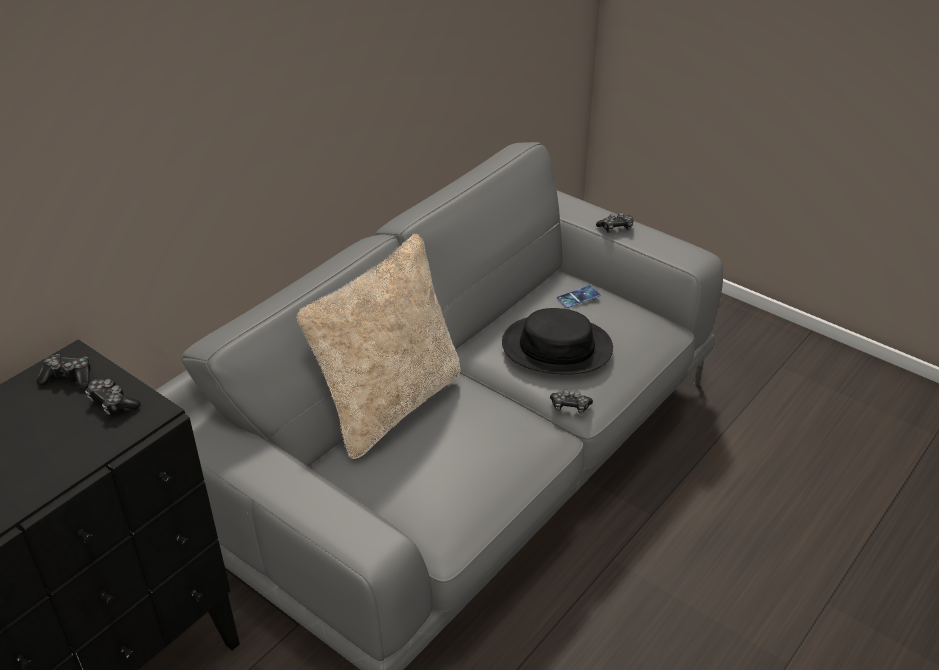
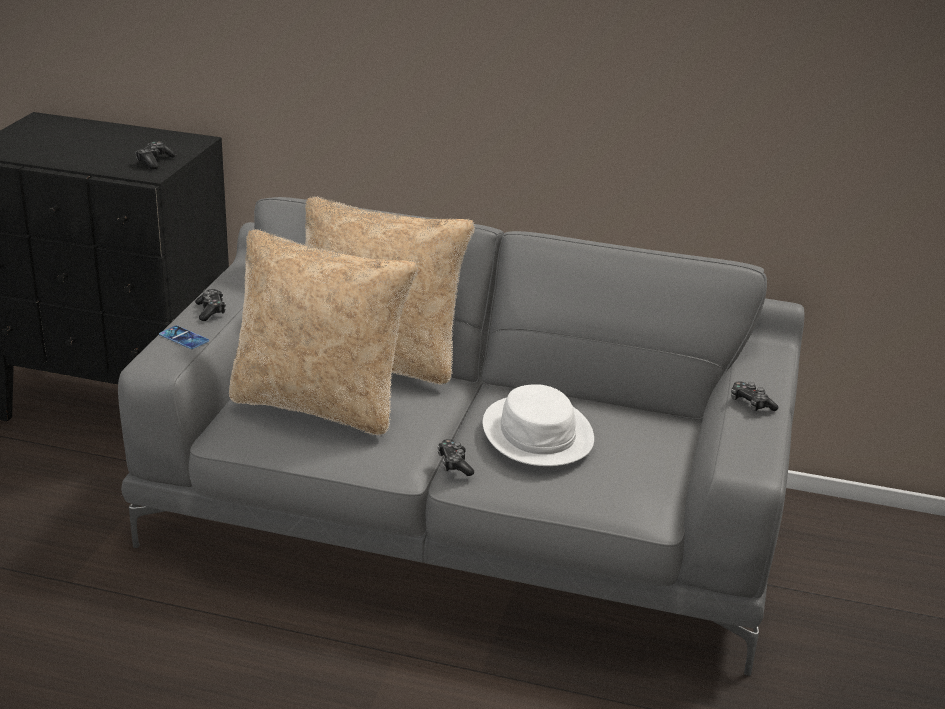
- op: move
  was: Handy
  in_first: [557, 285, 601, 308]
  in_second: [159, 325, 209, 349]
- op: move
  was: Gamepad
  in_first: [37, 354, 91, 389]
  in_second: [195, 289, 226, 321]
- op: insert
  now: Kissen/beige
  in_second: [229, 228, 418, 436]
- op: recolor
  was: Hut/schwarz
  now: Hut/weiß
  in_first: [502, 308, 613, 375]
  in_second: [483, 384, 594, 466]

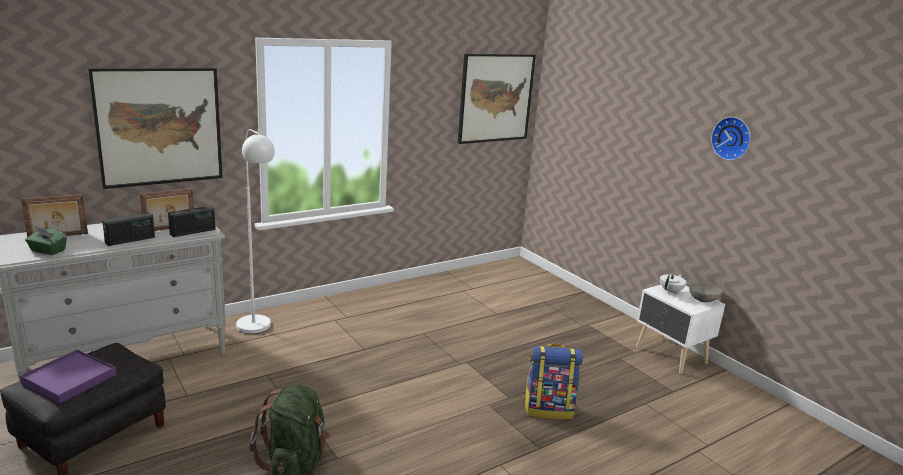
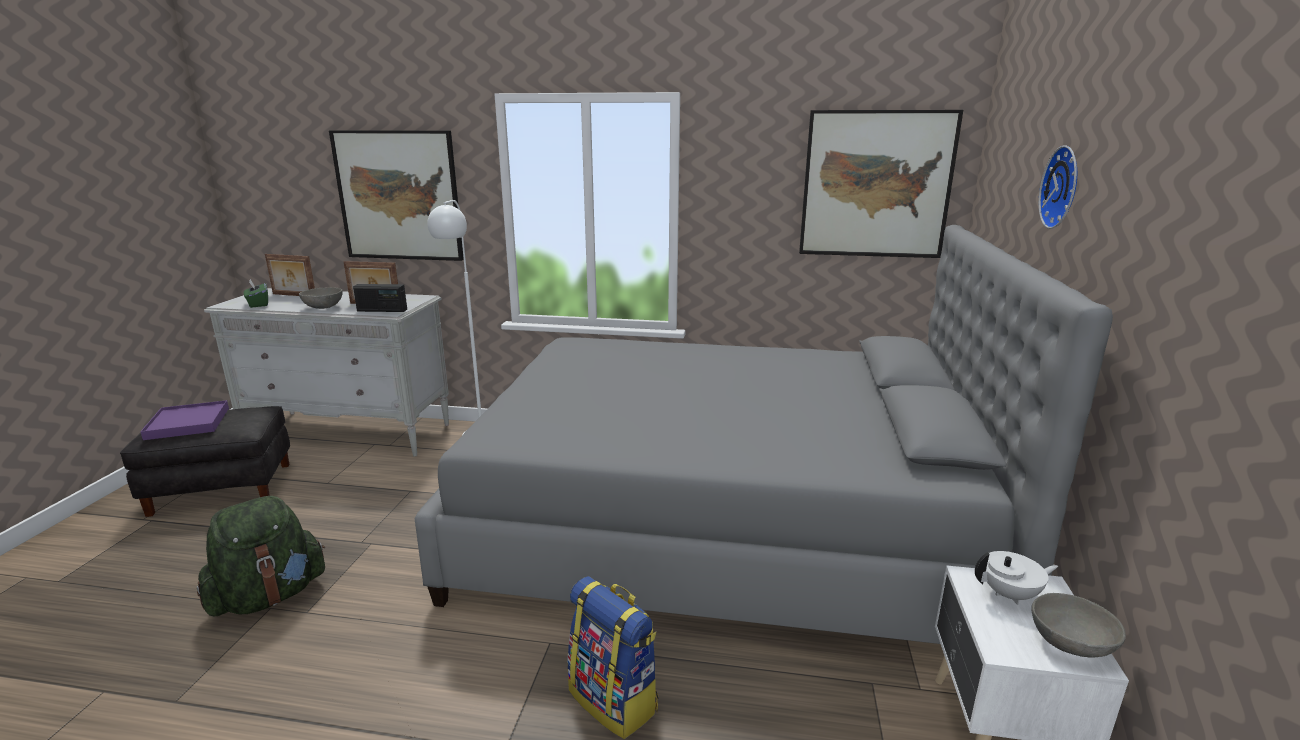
- op: replace
  was: Radio
  now: Schüssel/grau
  in_first: [102, 213, 155, 246]
  in_second: [299, 287, 343, 309]
- op: insert
  now: Bett/grau
  in_second: [414, 225, 1113, 644]
- op: move
  was: Wanduhr
  in_first: [711, 117, 751, 160]
  in_second: [1039, 145, 1077, 229]

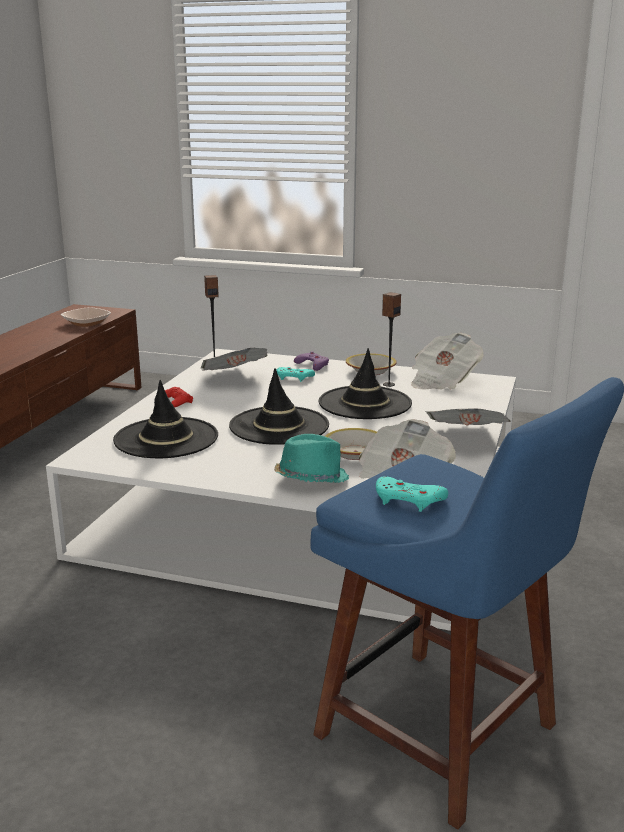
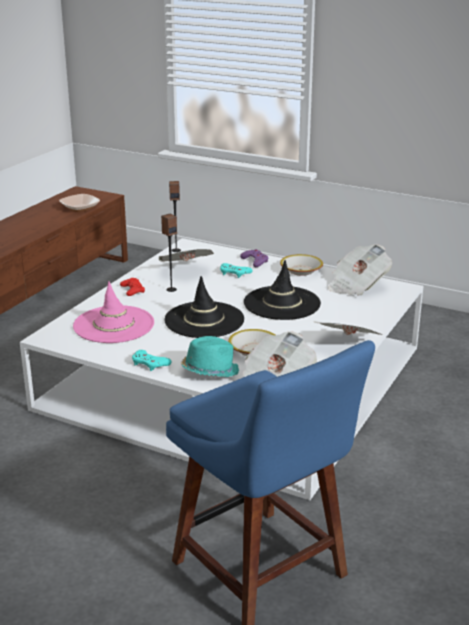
- op: recolor
  was: Hut/schwarz
  now: Hut/rosa
  in_first: [113, 380, 218, 458]
  in_second: [73, 281, 154, 343]
- op: move
  was: Gamepad/türkis
  in_first: [376, 477, 448, 512]
  in_second: [132, 350, 172, 371]
- op: move
  was: Lautsprecher
  in_first: [382, 292, 401, 387]
  in_second: [161, 214, 177, 292]

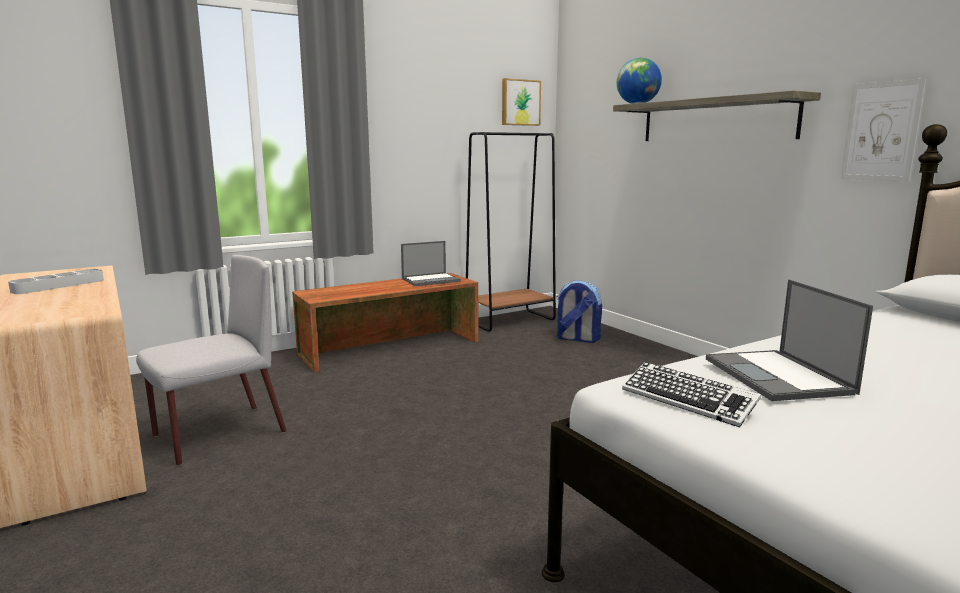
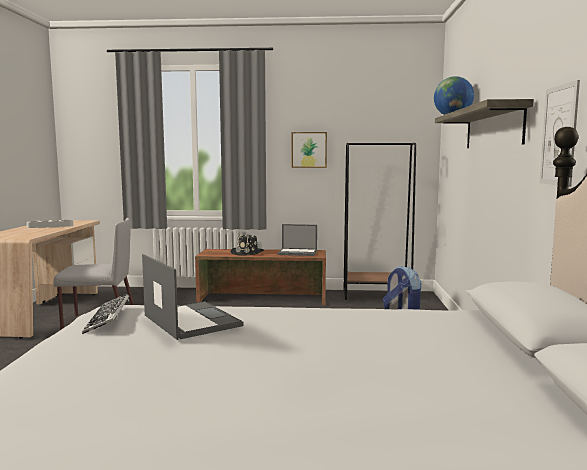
- op: rotate
  was: Laptop
  in_first: [706, 279, 873, 401]
  in_second: [142, 254, 243, 340]
  clockwise: 120
- op: insert
  now: Hut/schwarz
  in_second: [231, 233, 264, 256]
- op: move
  was: Bild
  in_first: [502, 78, 541, 126]
  in_second: [292, 132, 327, 168]

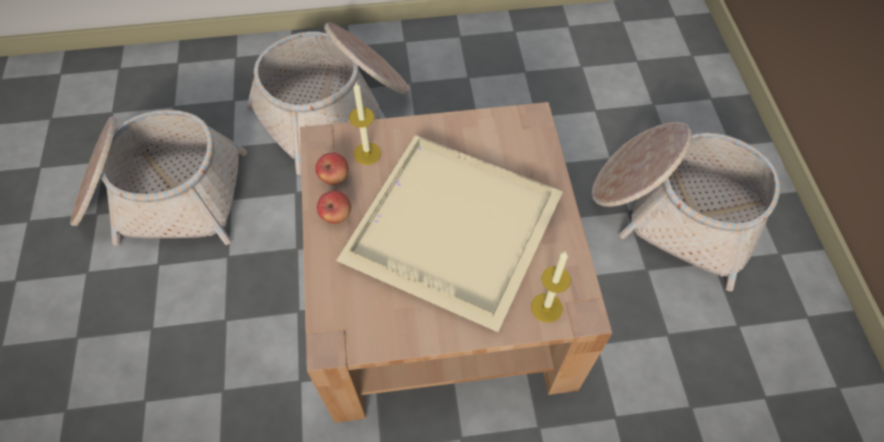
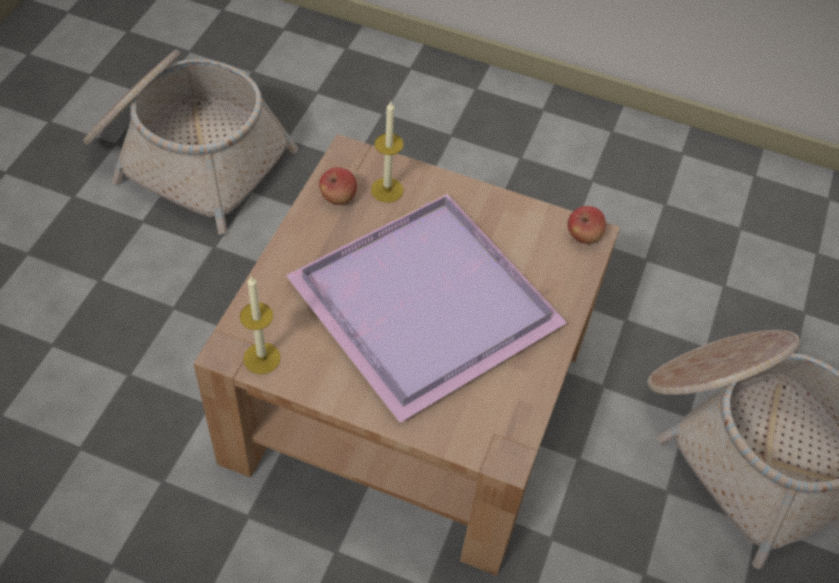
- op: move
  was: Kerze
  in_first: [531, 251, 571, 322]
  in_second: [240, 276, 281, 374]
- op: recolor
  was: Tablett/beige
  now: Tablett/lila
  in_first: [336, 135, 563, 332]
  in_second: [286, 193, 567, 423]
- op: move
  was: Apfel
  in_first: [317, 191, 351, 224]
  in_second: [567, 206, 606, 244]
- op: delete
  was: Korb
  in_first: [246, 23, 410, 175]

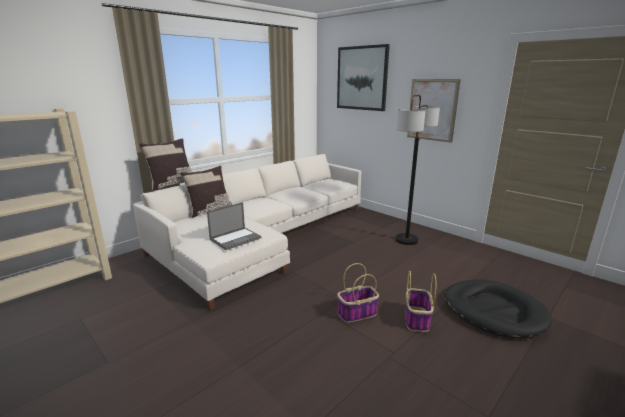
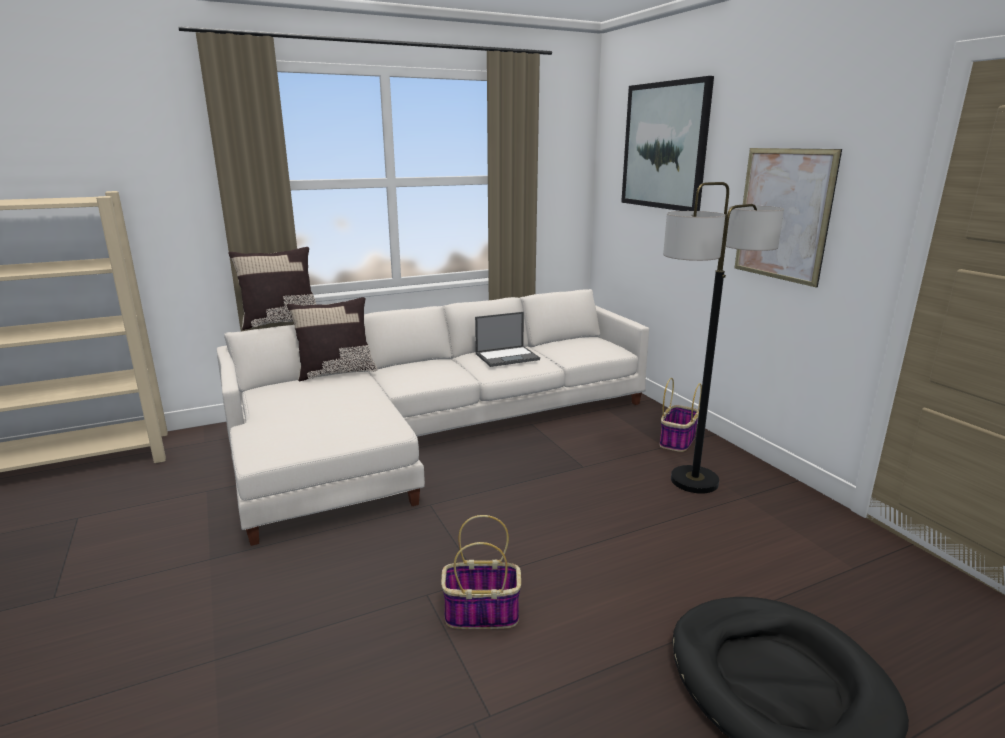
- op: move
  was: Laptop
  in_first: [207, 202, 262, 250]
  in_second: [475, 312, 540, 367]
- op: move
  was: Korb
  in_first: [405, 270, 436, 332]
  in_second: [660, 378, 702, 452]

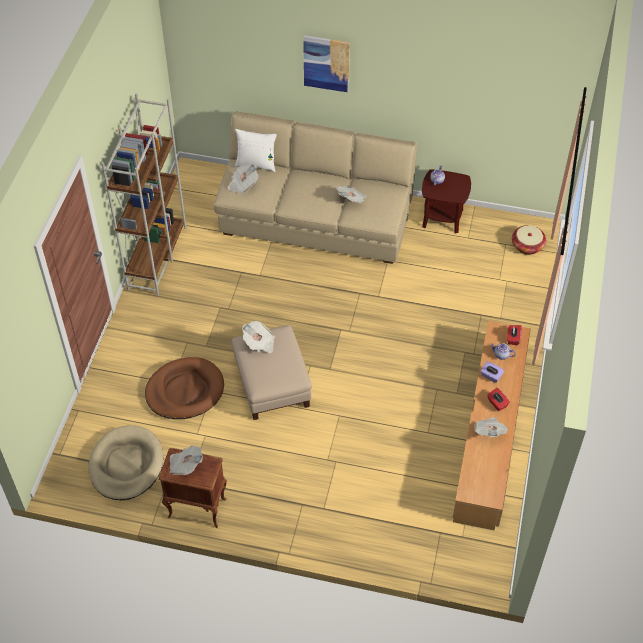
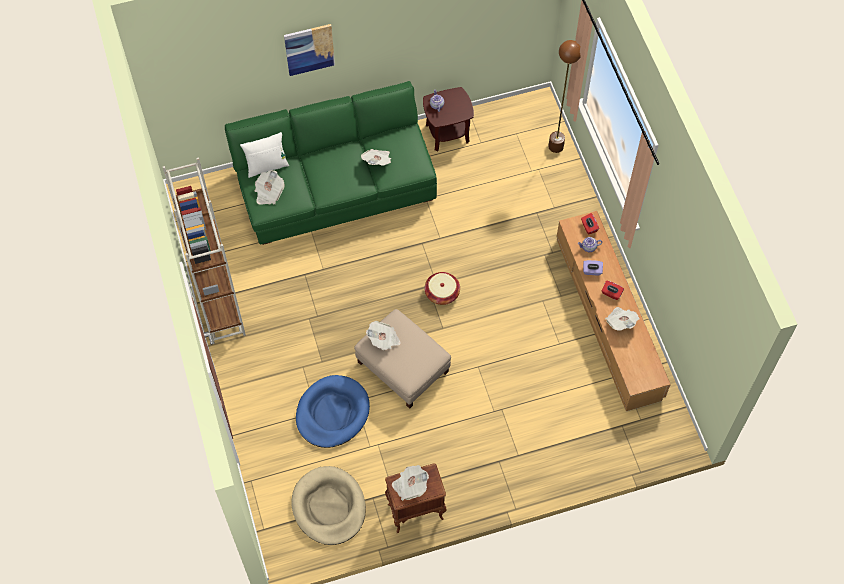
- op: recolor
  was: Sofa/beige
  now: Sofa/grün
  in_first: [214, 111, 417, 264]
  in_second: [225, 81, 437, 245]
- op: recolor
  was: Hundebett/braun
  now: Hundebett/blau
  in_first: [145, 357, 224, 419]
  in_second: [296, 375, 370, 448]
- op: move
  was: Korb
  in_first: [512, 225, 546, 255]
  in_second: [424, 272, 460, 305]
- op: insert
  now: Stehlampe/braun
  in_second: [548, 40, 581, 153]

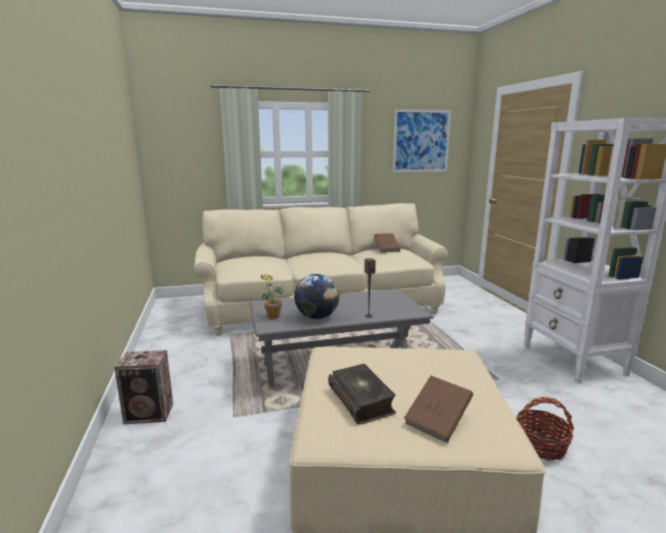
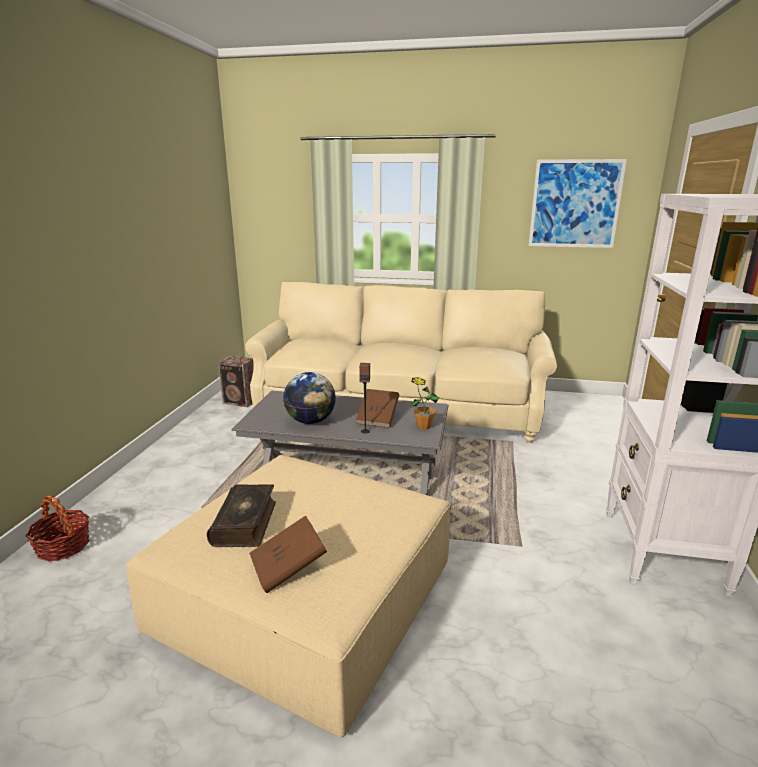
- op: move
  was: Korb
  in_first: [516, 397, 574, 461]
  in_second: [25, 496, 90, 562]
- op: move
  was: Lautsprecher
  in_first: [114, 350, 173, 424]
  in_second: [218, 356, 254, 407]
- op: move
  was: Buch/braun
  in_first: [374, 233, 400, 252]
  in_second: [356, 389, 399, 428]
- op: move
  was: Topfpflanze
  in_first: [261, 275, 283, 319]
  in_second: [410, 377, 440, 430]

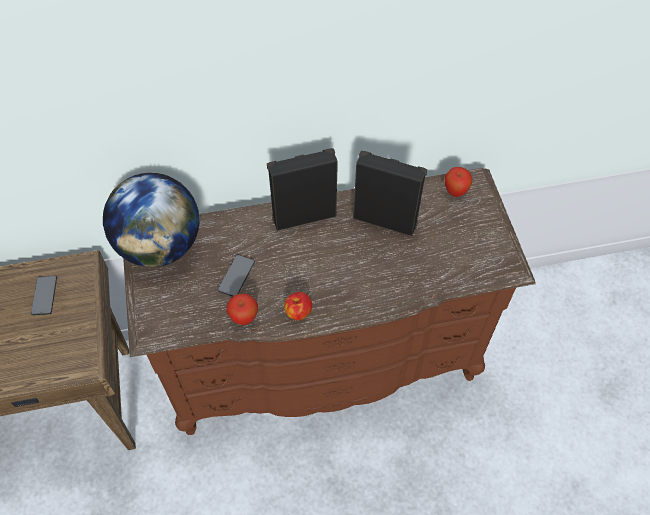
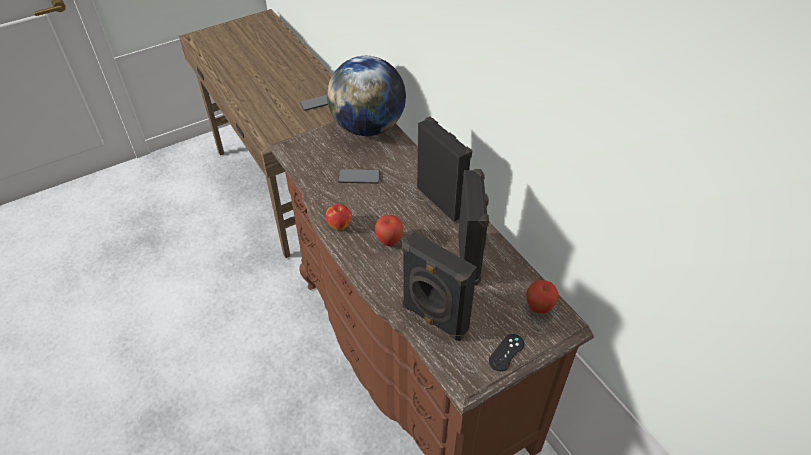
- op: move
  was: Apfel
  in_first: [227, 294, 258, 325]
  in_second: [375, 215, 404, 246]
- op: insert
  now: Lautsprecher/schwarz
  in_second: [402, 231, 477, 341]
- op: insert
  now: Gamepad/schwarz
  in_second: [489, 334, 524, 371]

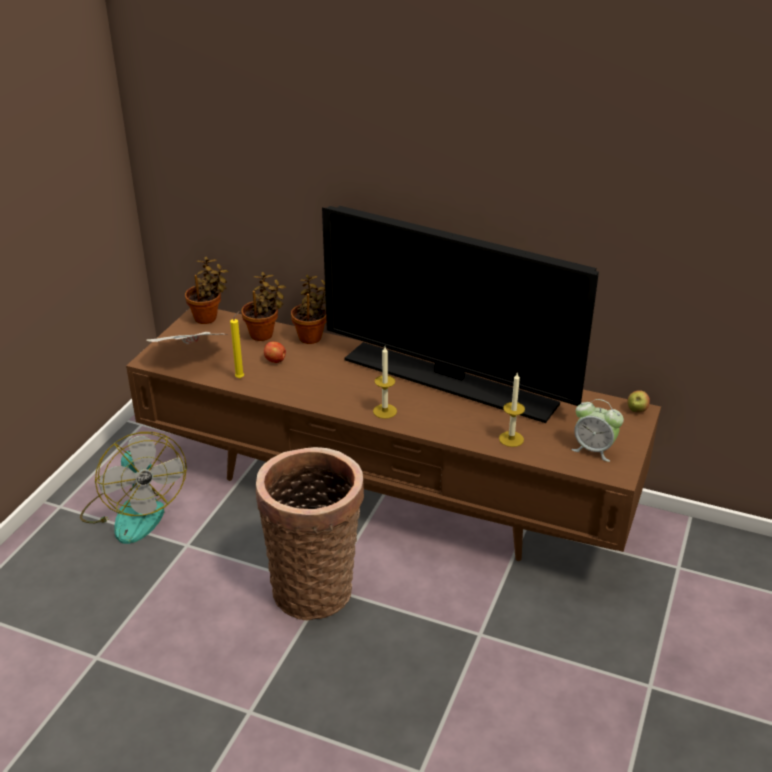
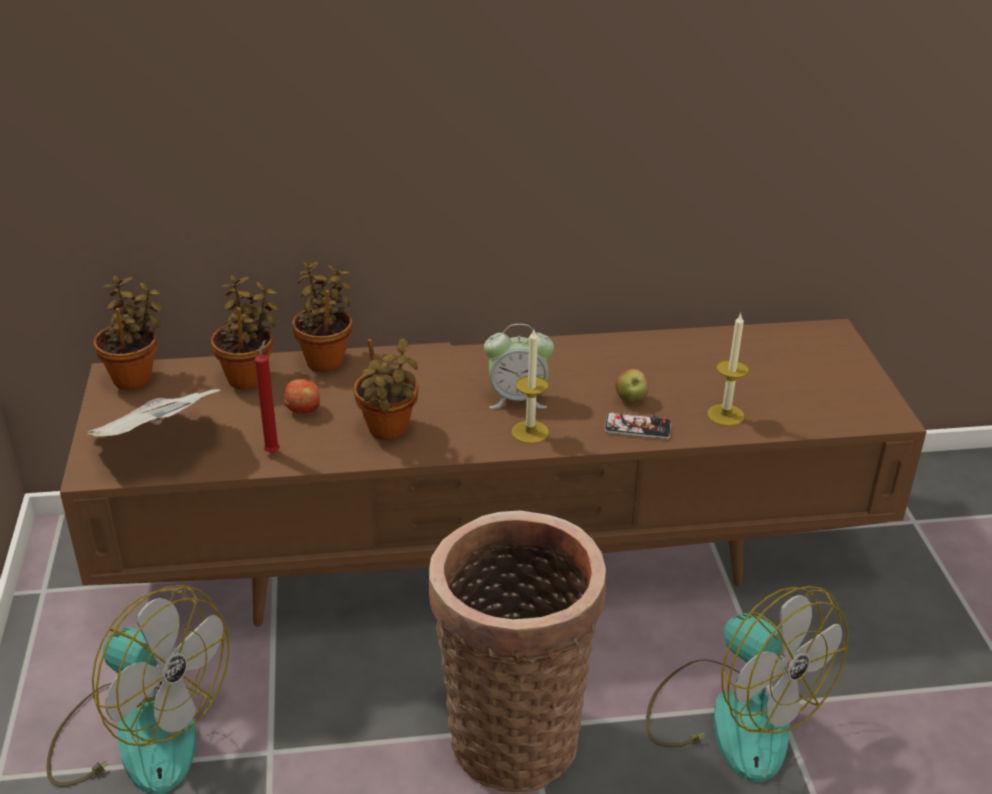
- op: recolor
  was: Kerze/gelb
  now: Kerze/rot
  in_first: [230, 311, 244, 378]
  in_second: [255, 340, 280, 453]
- op: insert
  now: Topfpflanze
  in_second: [353, 338, 419, 440]
- op: move
  was: Wecker
  in_first: [571, 399, 624, 462]
  in_second: [484, 324, 554, 409]
- op: insert
  now: Handy
  in_second: [604, 412, 671, 439]
- op: move
  was: Apfel
  in_first: [627, 390, 650, 412]
  in_second: [615, 369, 648, 403]
- op: insert
  now: Ventilator
  in_second: [646, 586, 849, 782]
- op: delete
  was: Fernseher
  in_first: [322, 206, 599, 423]

